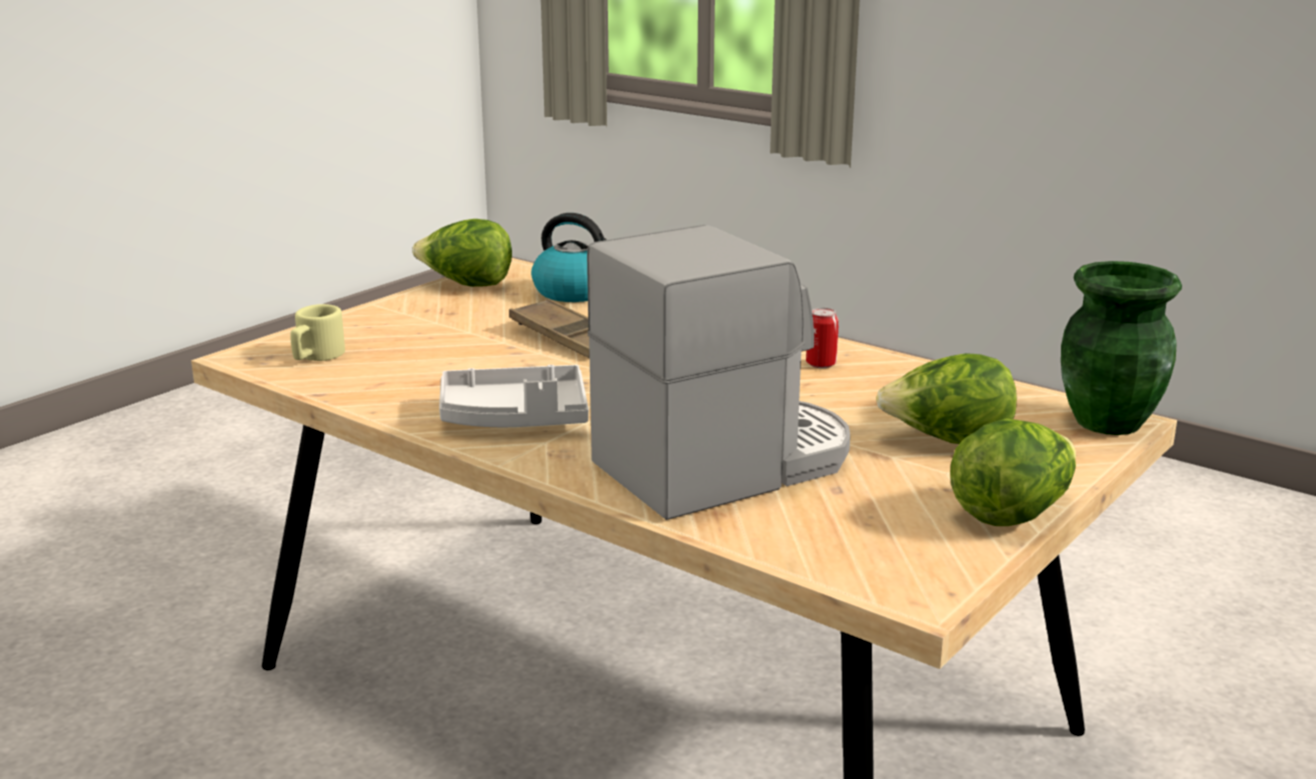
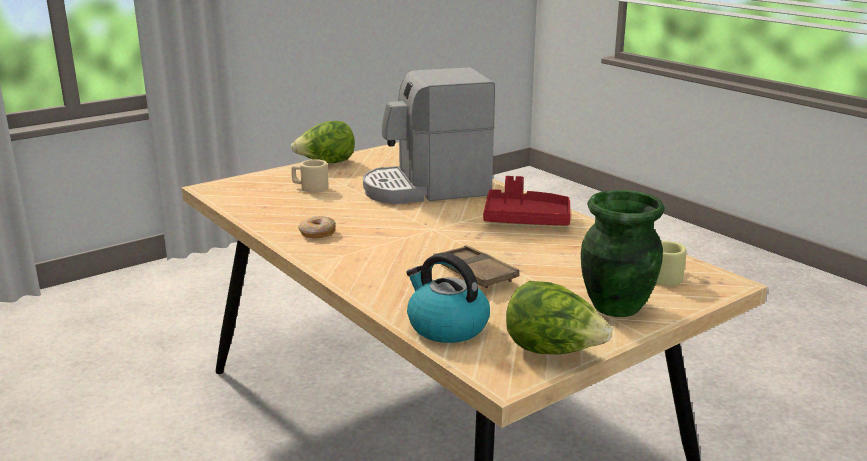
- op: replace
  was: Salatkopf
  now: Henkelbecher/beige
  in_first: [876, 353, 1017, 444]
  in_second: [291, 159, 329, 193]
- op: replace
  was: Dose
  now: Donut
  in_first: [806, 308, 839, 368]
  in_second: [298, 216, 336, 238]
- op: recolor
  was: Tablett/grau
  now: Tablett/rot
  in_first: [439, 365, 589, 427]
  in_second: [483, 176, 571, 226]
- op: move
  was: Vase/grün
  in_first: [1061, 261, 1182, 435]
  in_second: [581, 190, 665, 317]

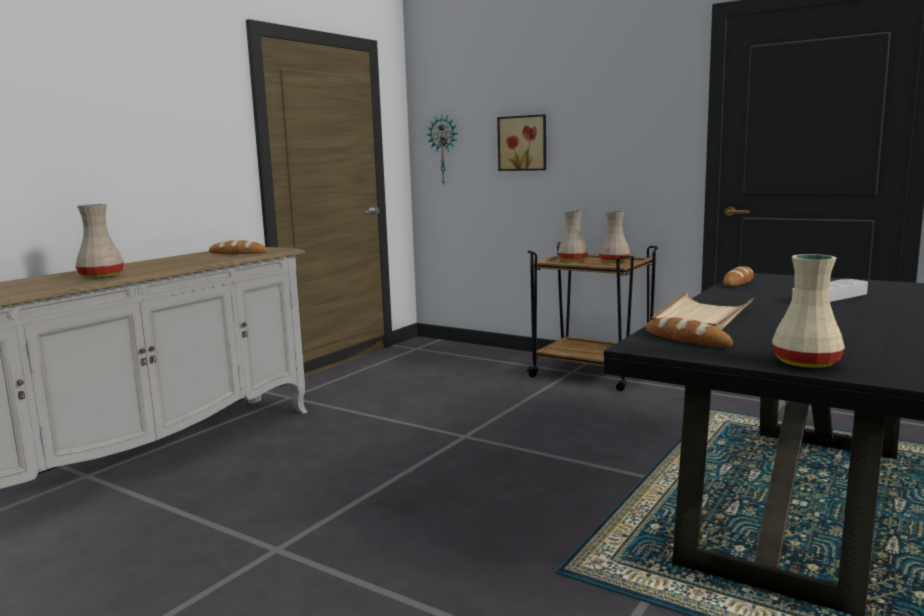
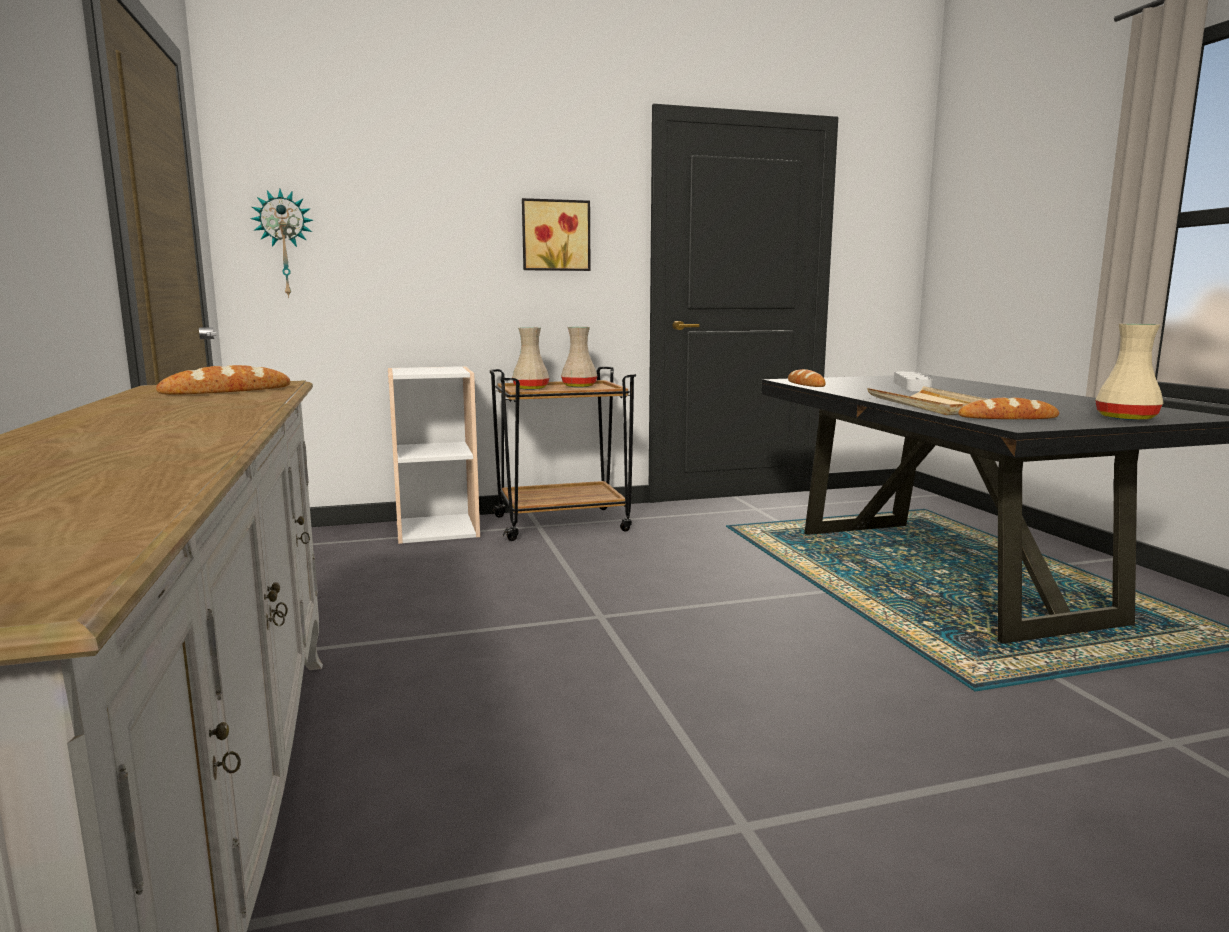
- op: insert
  now: Bücherregal
  in_second: [388, 366, 480, 544]
- op: move
  was: Bild
  in_first: [497, 114, 546, 171]
  in_second: [522, 198, 591, 271]
- op: delete
  was: Vase/beige
  in_first: [75, 204, 124, 278]

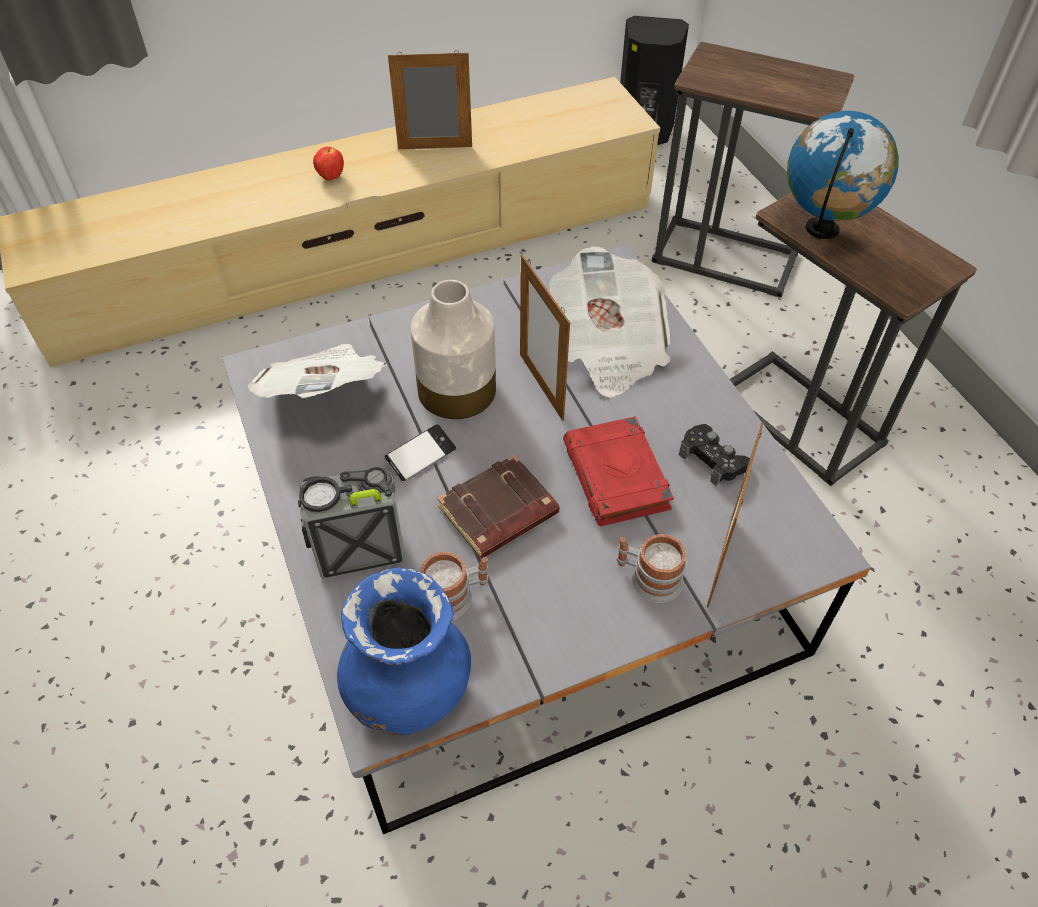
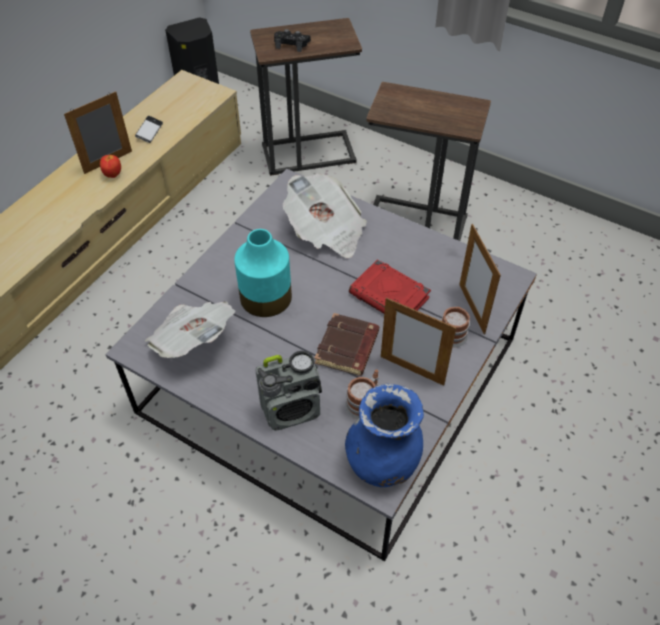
- op: move
  was: Apfel
  in_first: [313, 147, 344, 181]
  in_second: [100, 155, 121, 178]
- op: move
  was: Handy
  in_first: [384, 424, 456, 483]
  in_second: [135, 116, 163, 143]
- op: recolor
  was: Vase/beige
  now: Vase/türkis
  in_first: [410, 280, 496, 419]
  in_second: [234, 229, 292, 317]
- op: rotate
  was: Radio
  in_first: [298, 467, 406, 578]
  in_second: [255, 351, 322, 431]
  clockwise: -150
- op: move
  was: Gamepad/schwarz
  in_first: [679, 424, 750, 486]
  in_second: [274, 29, 311, 52]
- op: move
  was: Bilderrahmen
  in_first: [520, 255, 570, 421]
  in_second: [381, 298, 456, 386]
- op: delete
  was: Globus
  in_first: [787, 111, 899, 239]

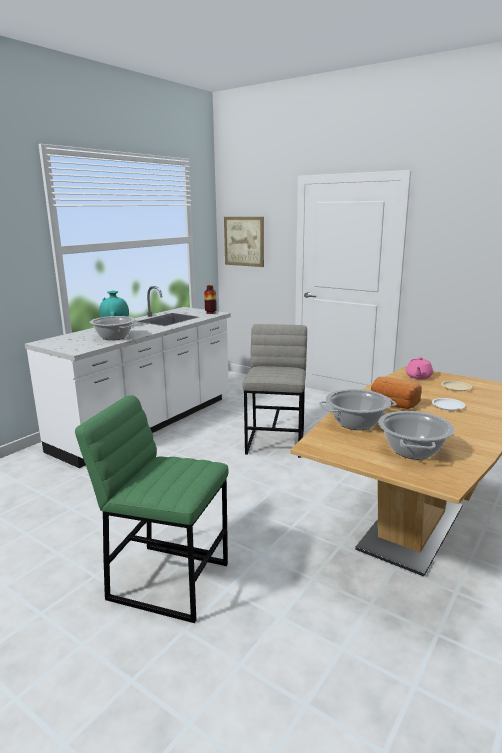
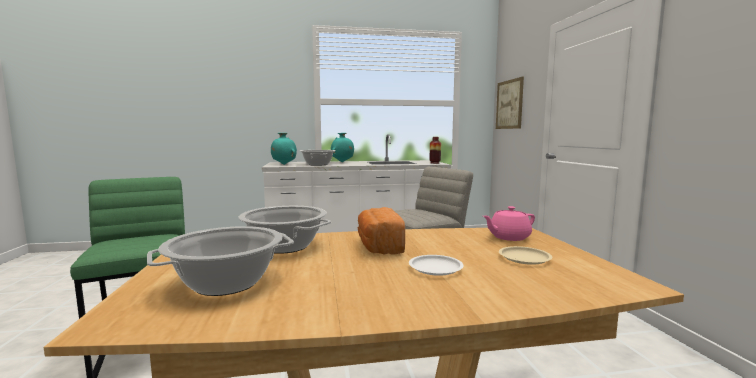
- op: insert
  now: Vase/türkis
  in_second: [271, 133, 297, 165]

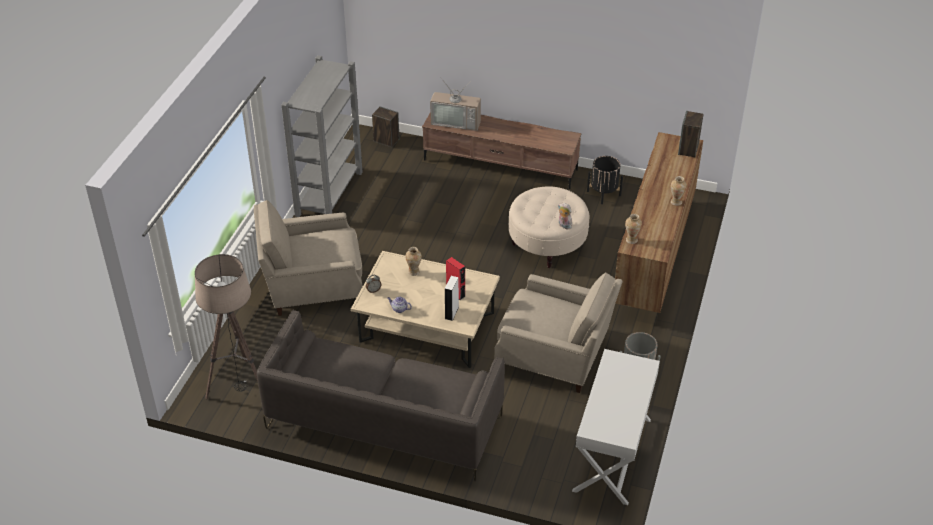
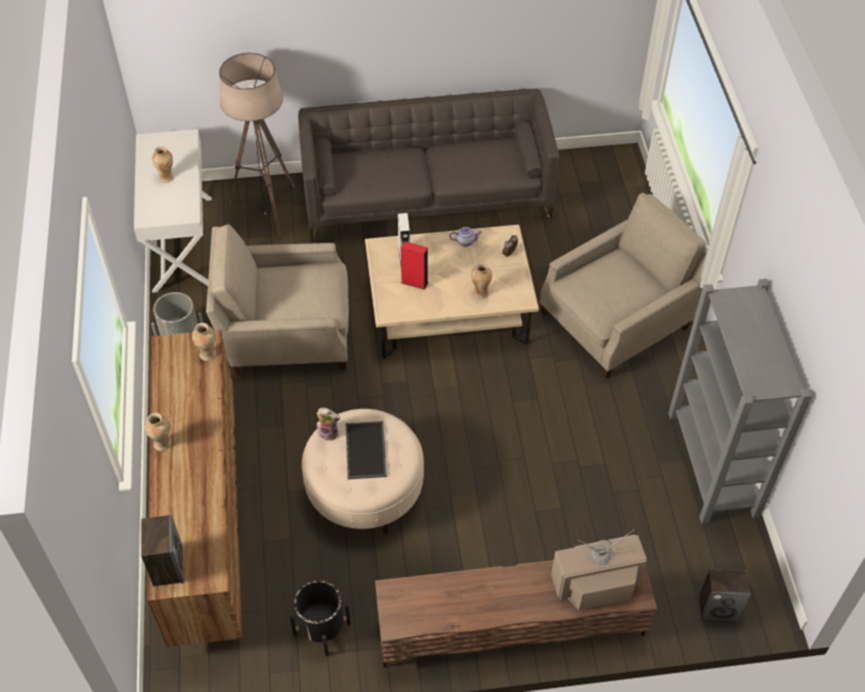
- op: insert
  now: Vase
  in_second: [152, 146, 174, 183]
- op: move
  was: Stehlampe
  in_first: [195, 254, 258, 400]
  in_second: [219, 53, 295, 236]
- op: insert
  now: Tablett
  in_second: [346, 421, 387, 479]

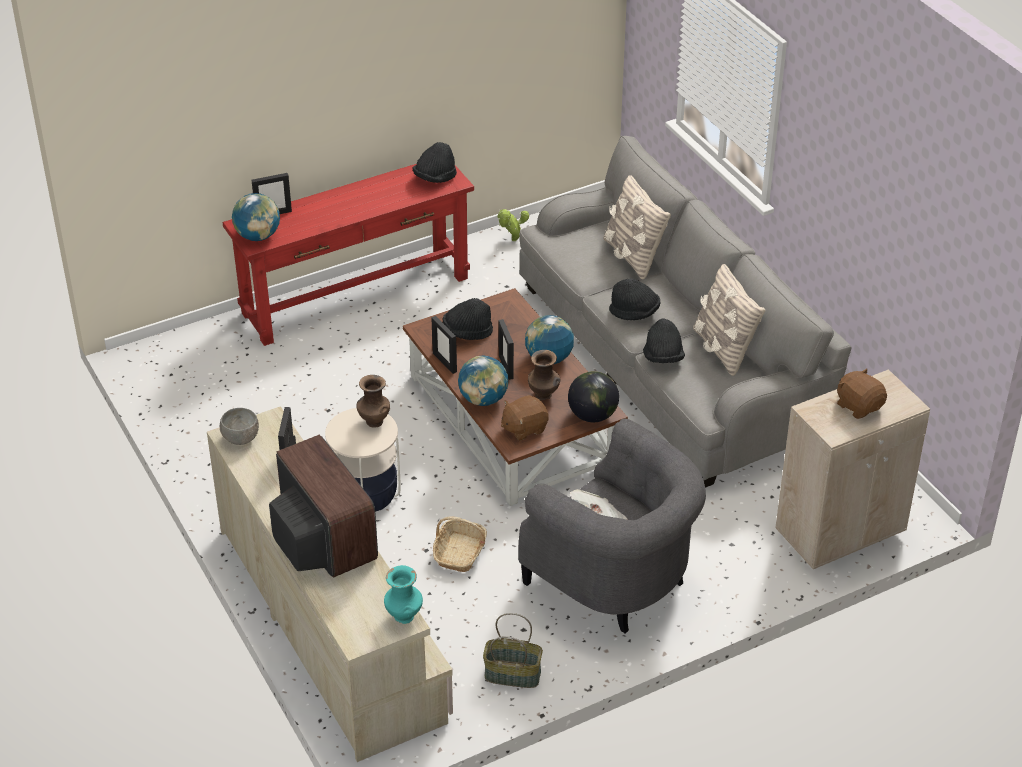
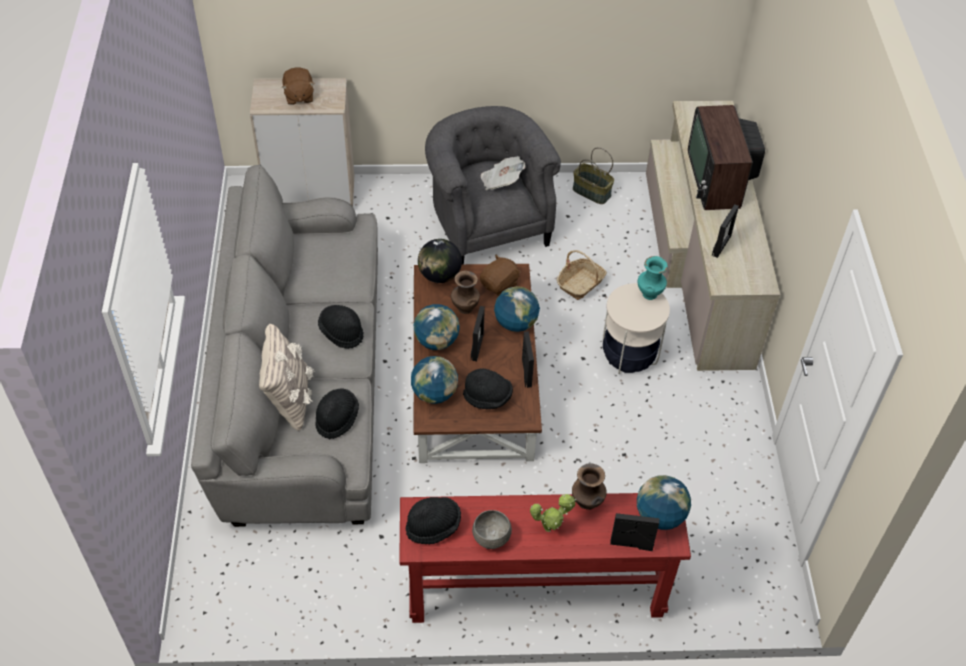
- op: move
  was: Hut/schwarz
  in_first: [643, 318, 685, 363]
  in_second: [315, 388, 359, 439]
- op: insert
  now: Globus
  in_second: [411, 356, 458, 404]
- op: move
  was: Schüssel/grau
  in_first: [220, 408, 259, 445]
  in_second: [472, 510, 512, 549]
- op: rotate
  was: Plüschtier/braun
  in_first: [501, 395, 549, 441]
  in_second: [480, 255, 520, 296]
  clockwise: -45
- op: move
  was: Topfpflanze
  in_first: [498, 209, 529, 241]
  in_second: [530, 494, 576, 532]
- op: move
  was: Vase/braun
  in_first: [356, 375, 390, 428]
  in_second: [572, 463, 607, 510]
- op: move
  was: Vase/türkis
  in_first: [384, 565, 423, 624]
  in_second: [637, 256, 668, 300]
- op: delete
  was: Kissen/beige
  in_first: [693, 264, 765, 376]

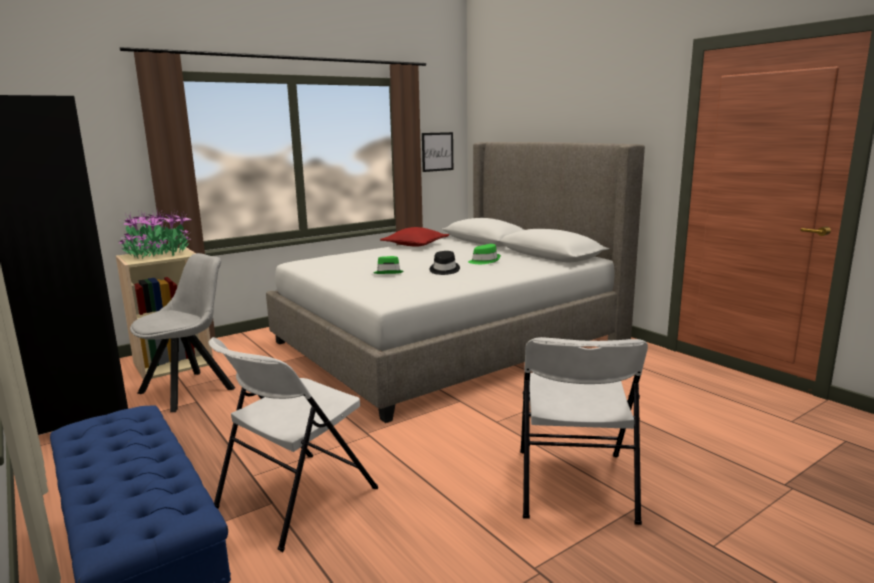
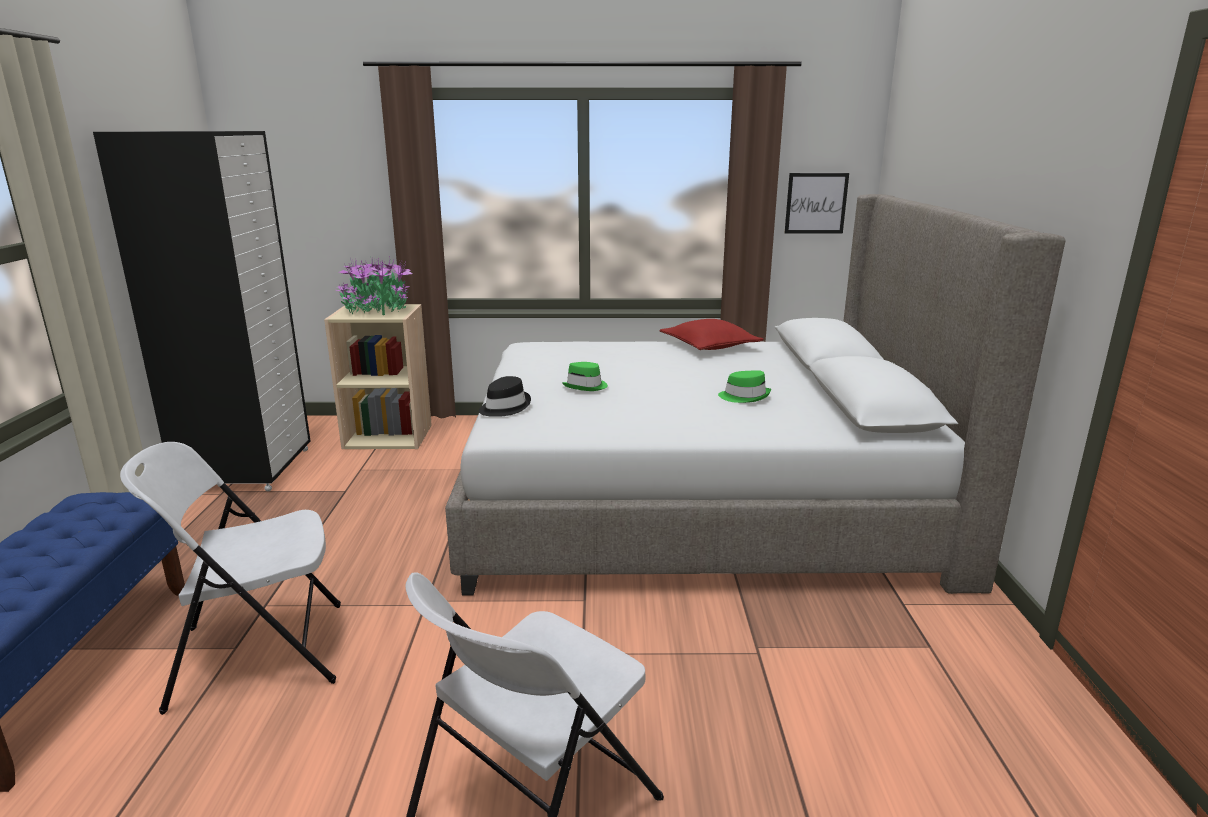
- op: move
  was: Hut/schwarz
  in_first: [429, 251, 460, 275]
  in_second: [479, 376, 531, 417]
- op: delete
  was: Stuhl/grau
  in_first: [130, 253, 235, 412]

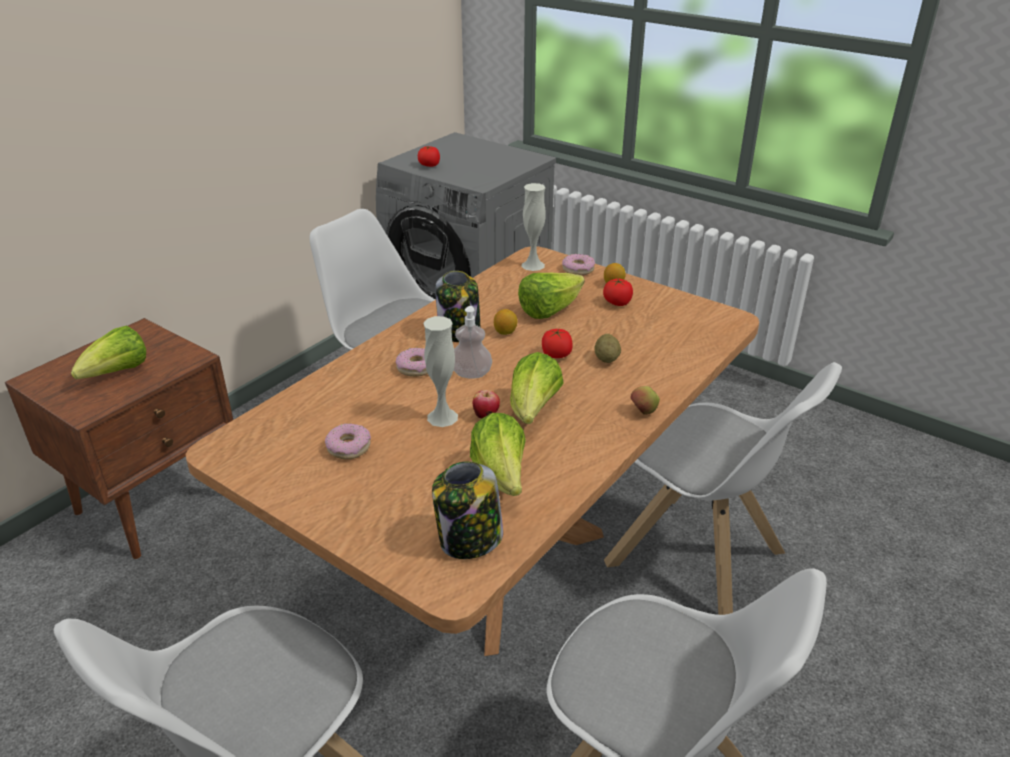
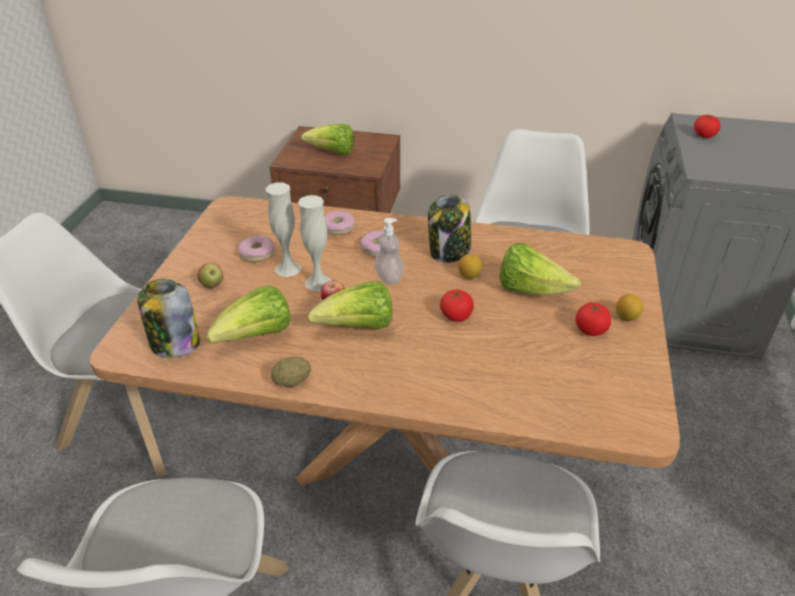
- op: move
  was: Apfel
  in_first: [630, 386, 660, 415]
  in_second: [197, 262, 223, 289]
- op: move
  was: Vase/weiß
  in_first: [521, 183, 546, 271]
  in_second: [265, 183, 301, 277]
- op: move
  was: Kartoffel
  in_first: [594, 334, 621, 363]
  in_second: [271, 357, 311, 387]
- op: move
  was: Donut
  in_first: [562, 254, 595, 275]
  in_second: [324, 211, 355, 235]

